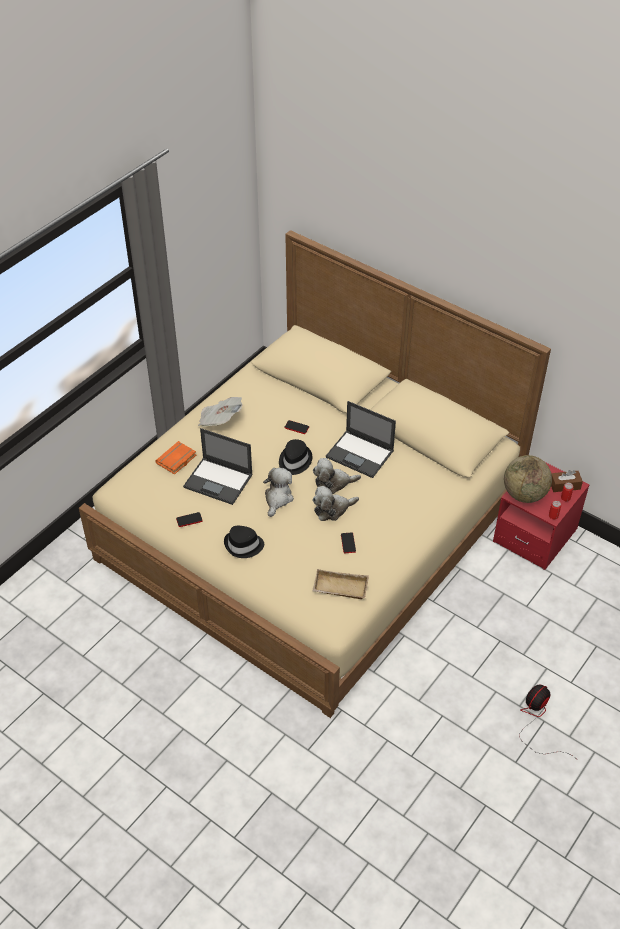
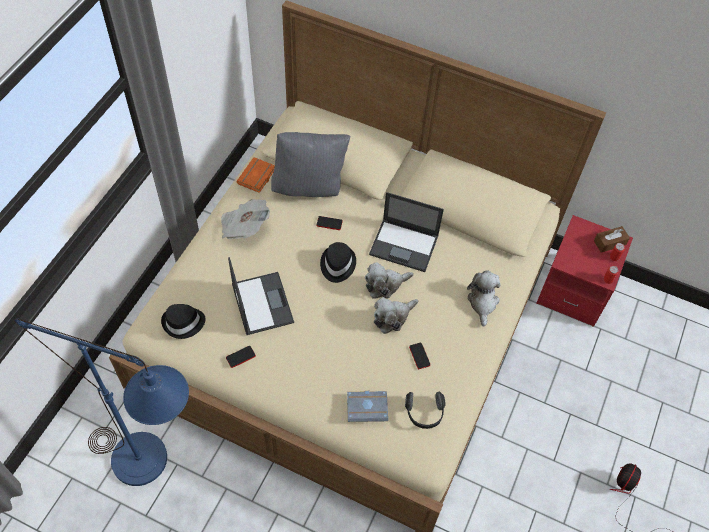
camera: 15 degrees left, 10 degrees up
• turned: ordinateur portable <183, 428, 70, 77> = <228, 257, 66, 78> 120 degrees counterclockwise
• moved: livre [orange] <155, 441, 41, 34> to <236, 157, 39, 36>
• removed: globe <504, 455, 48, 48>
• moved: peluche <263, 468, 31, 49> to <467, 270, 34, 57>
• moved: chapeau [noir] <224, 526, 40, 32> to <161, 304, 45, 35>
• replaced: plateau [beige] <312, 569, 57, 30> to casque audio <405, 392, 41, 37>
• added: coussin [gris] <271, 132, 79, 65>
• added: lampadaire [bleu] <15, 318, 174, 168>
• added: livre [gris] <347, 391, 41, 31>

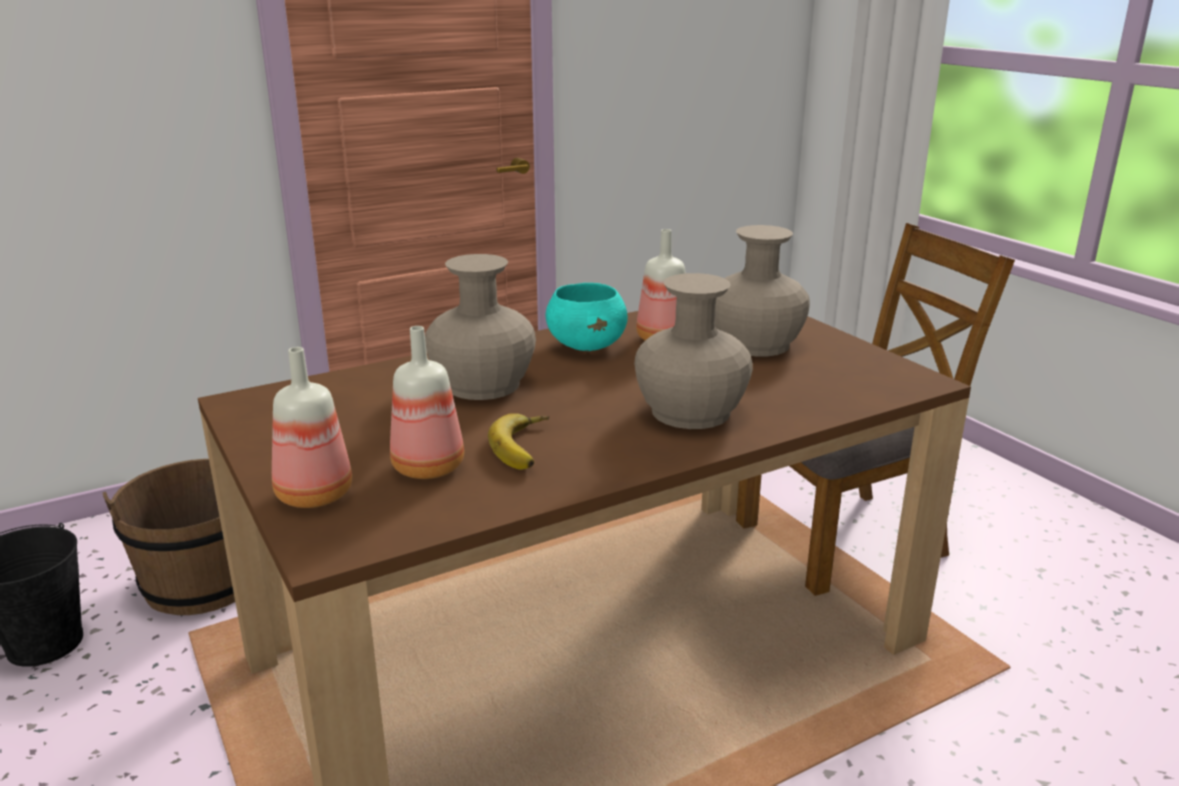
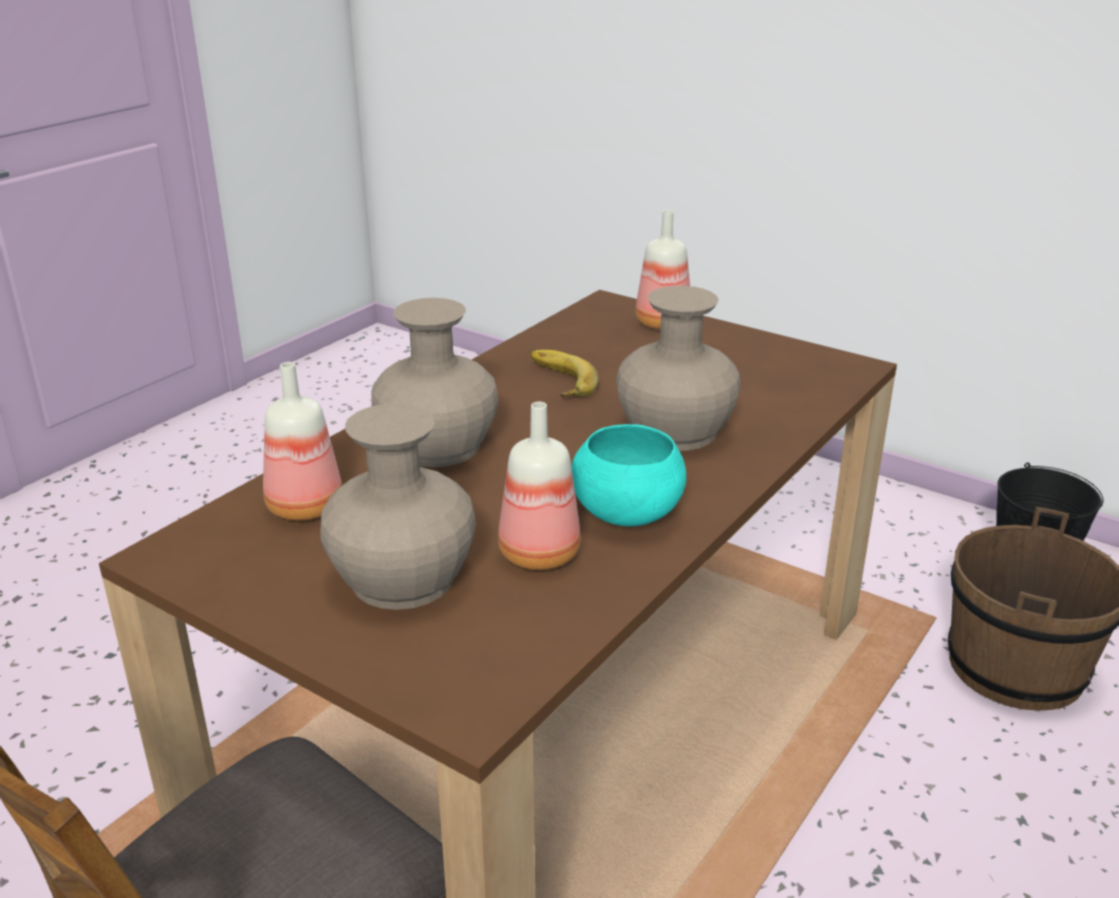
camera: 155 degrees right, 5 degrees up
• moved: bouteille <390, 326, 74, 153> to <263, 362, 79, 159>

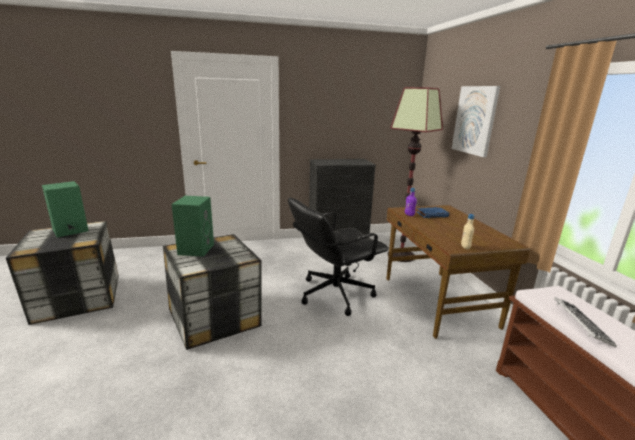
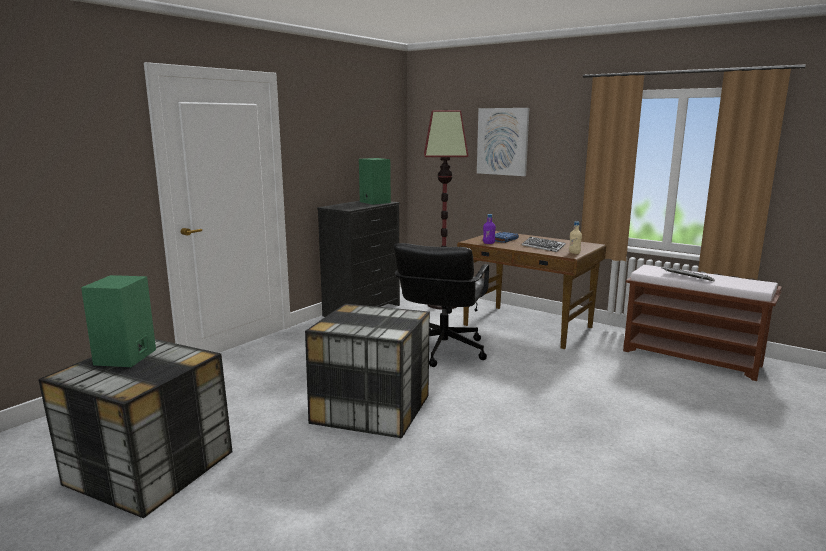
camera: 40 degrees left, 5 degrees down
• moved: enceinte [vert] <171, 196, 43, 61> to <359, 158, 32, 47>
• added: clavier <522, 237, 44, 15>

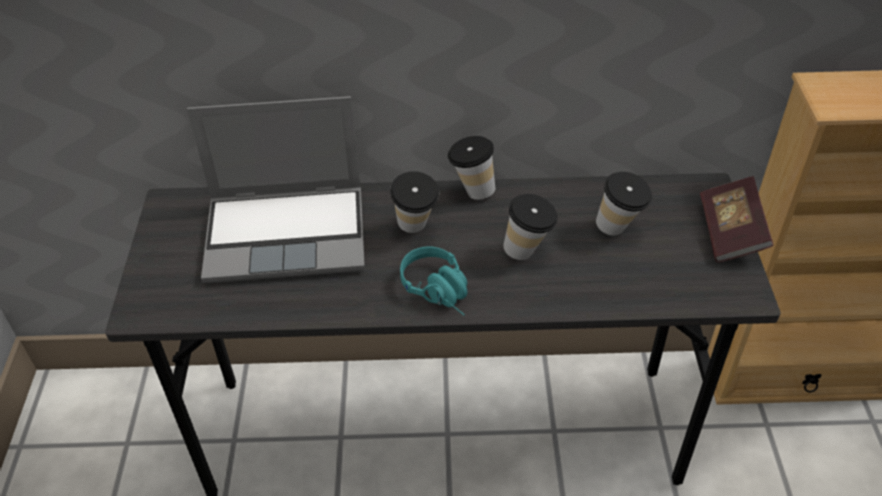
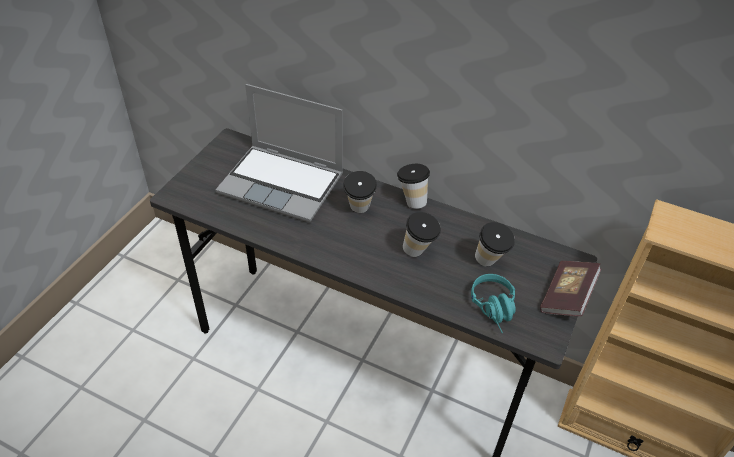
camera: 25 degrees right, 0 degrees up
• moved: casque audio [turquoise] <400, 247, 67, 69> to <471, 274, 45, 59>

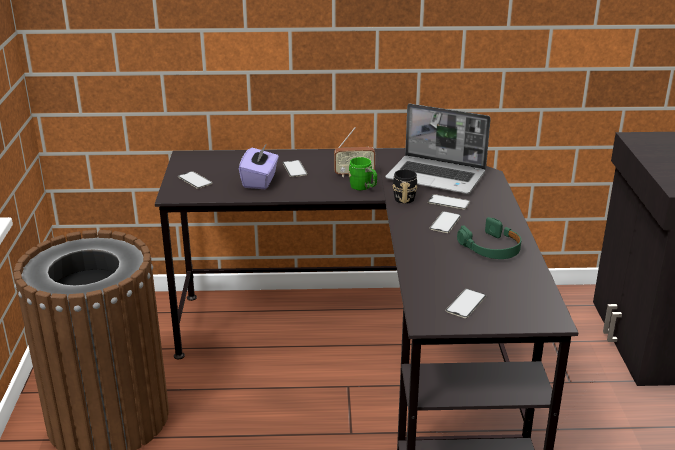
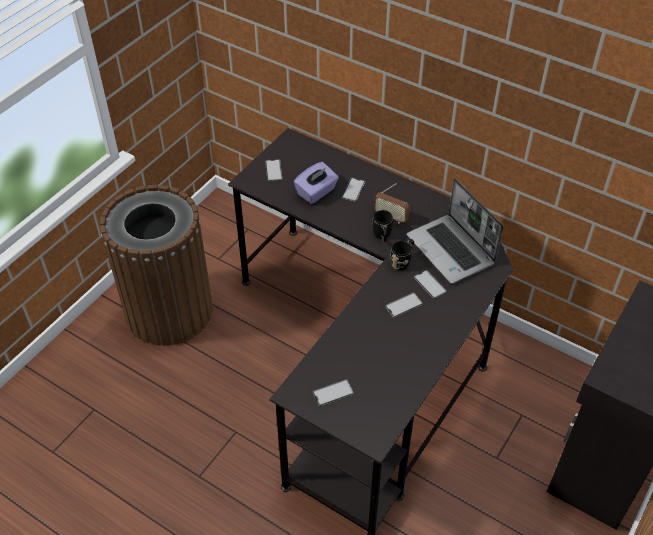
camera: 35 degrees right, 20 degrees up
• recoloured: mug [vert] <348, 157, 29, 33> to mug [noir] <372, 210, 21, 32>
• removed: casque audio [vert] <457, 217, 65, 42>

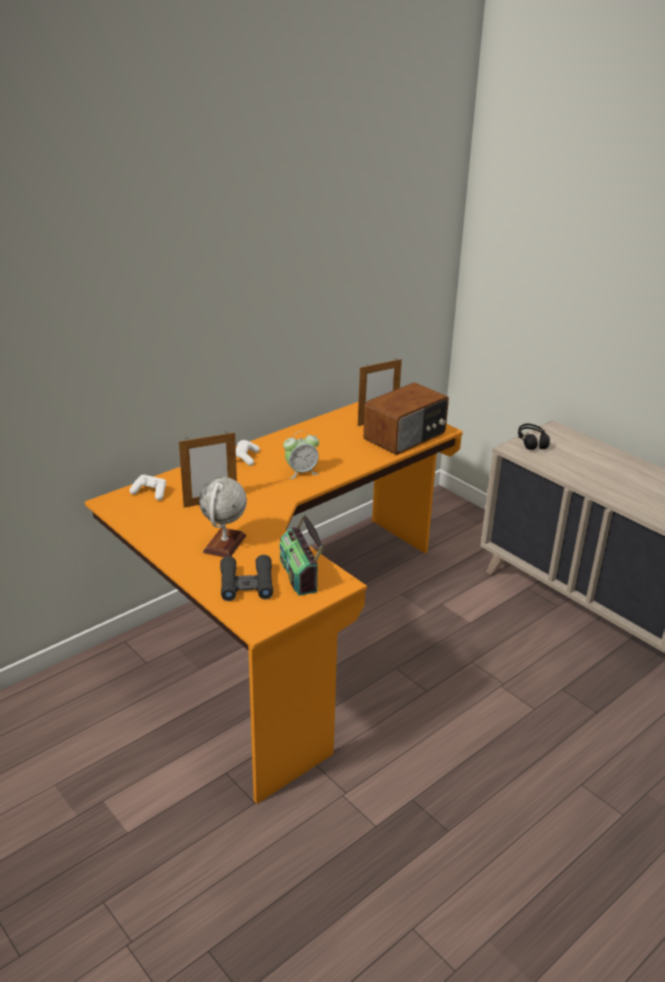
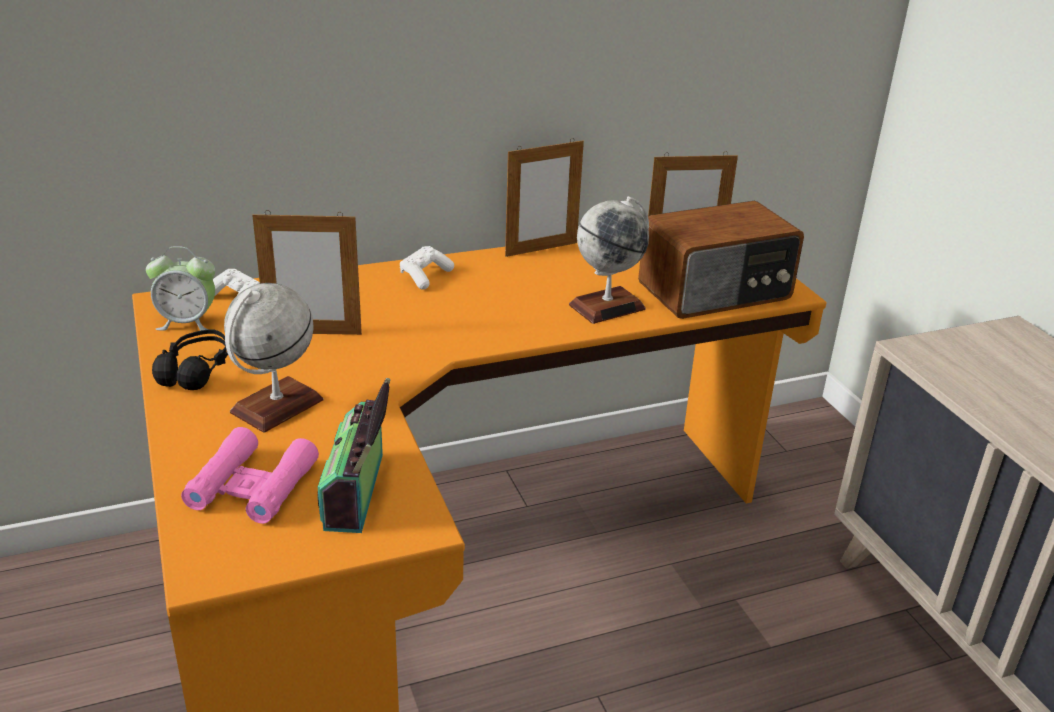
camera: 20 degrees right, 0 degrees up
• moved: casque audio [noir] <518, 423, 32, 27> to <152, 329, 76, 61>
• moved: réveil <283, 431, 36, 48> to <146, 246, 69, 85>
• recoloured: jumelles [noir] <220, 555, 53, 46> to jumelles [rose] <181, 427, 138, 97>
• added: cadre photo <505, 138, 79, 119>
• added: globe <569, 196, 80, 128>

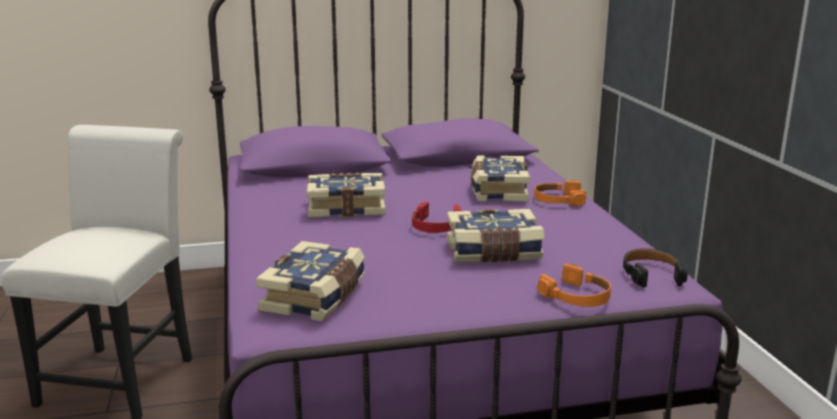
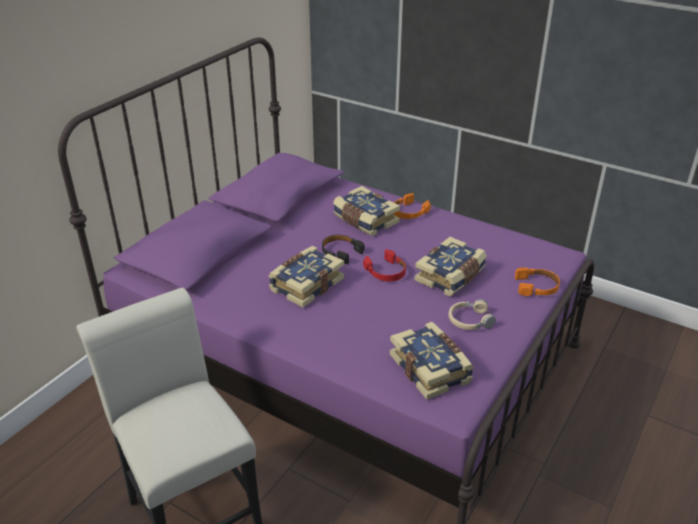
camera: 45 degrees left, 15 degrees up
• moved: casque audio [noir] <623, 248, 65, 40> to <322, 235, 43, 29>
• added: casque audio [beige] <449, 299, 47, 31>

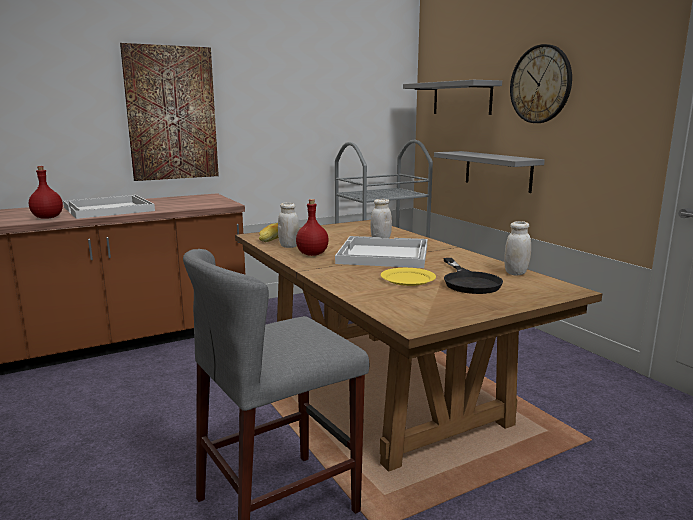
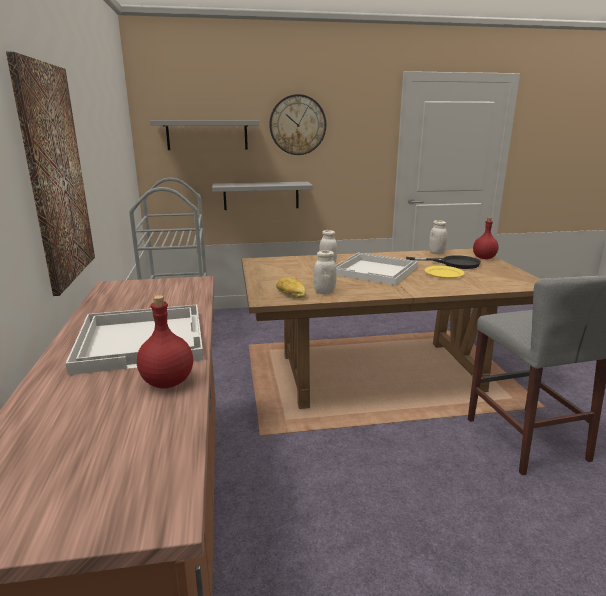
camera: 70 degrees left, 5 degrees up
• moved: bouteille [rouge] <296, 199, 33, 57> to <473, 218, 26, 41>

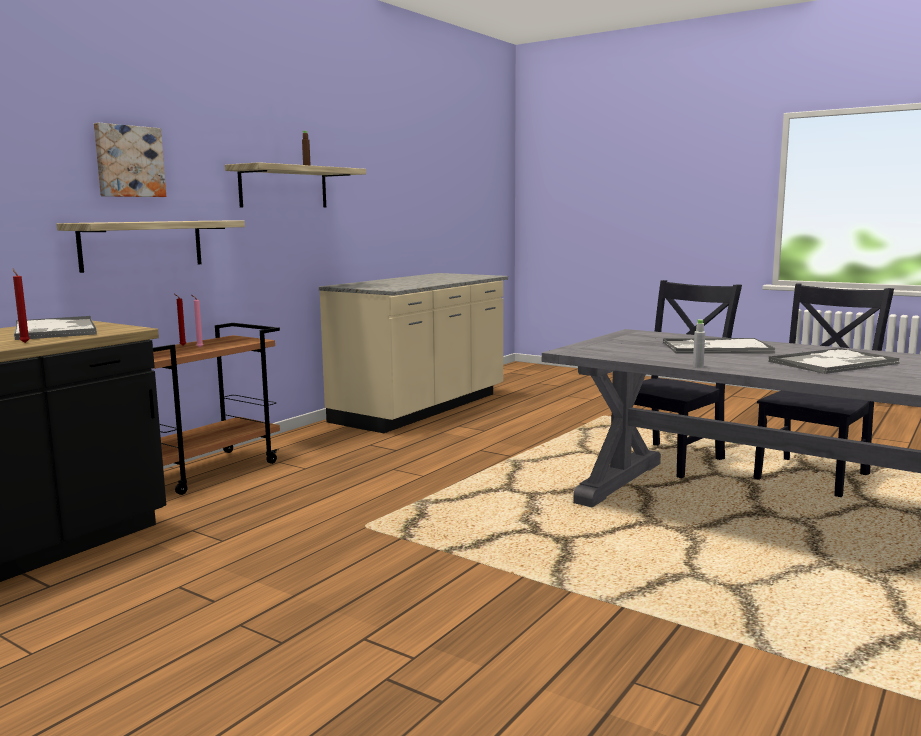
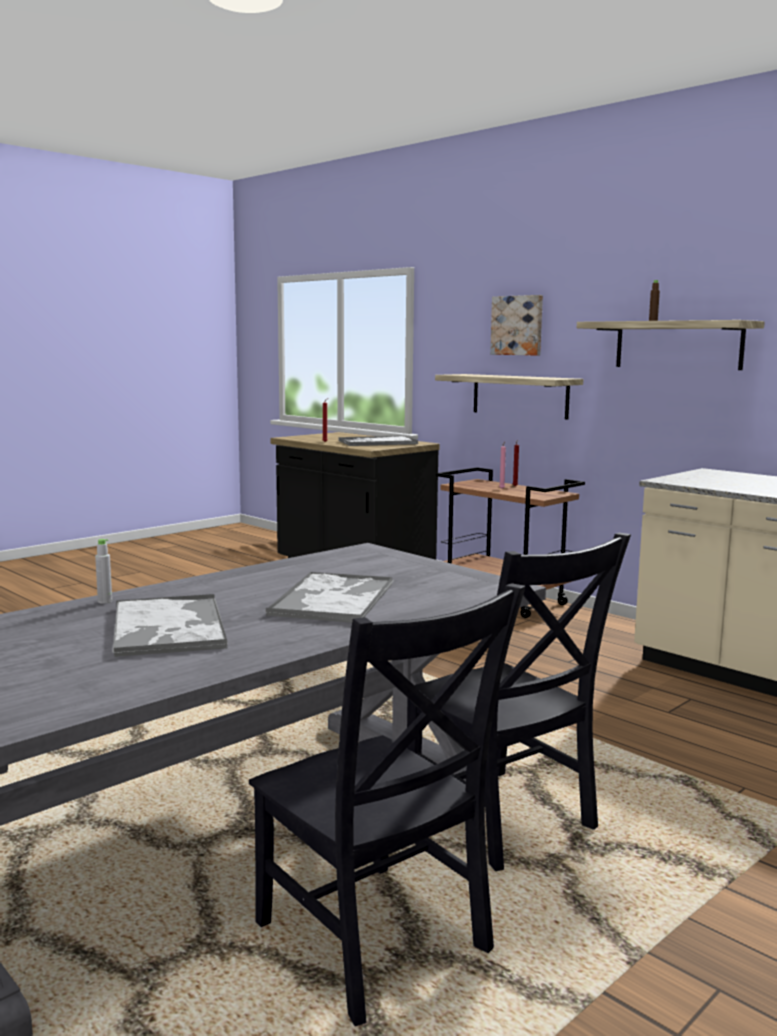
camera: 100 degrees right, 0 degrees up
• moved: bouteille [gris] <693, 319, 12, 49> to <95, 539, 17, 65>

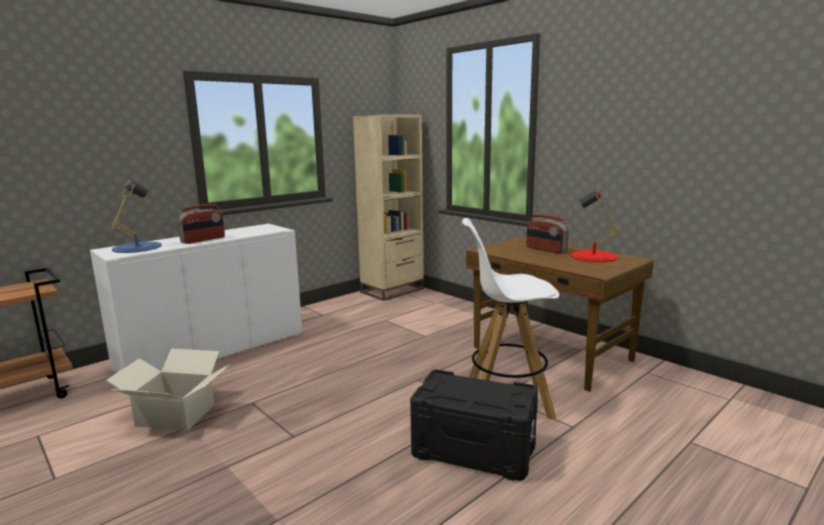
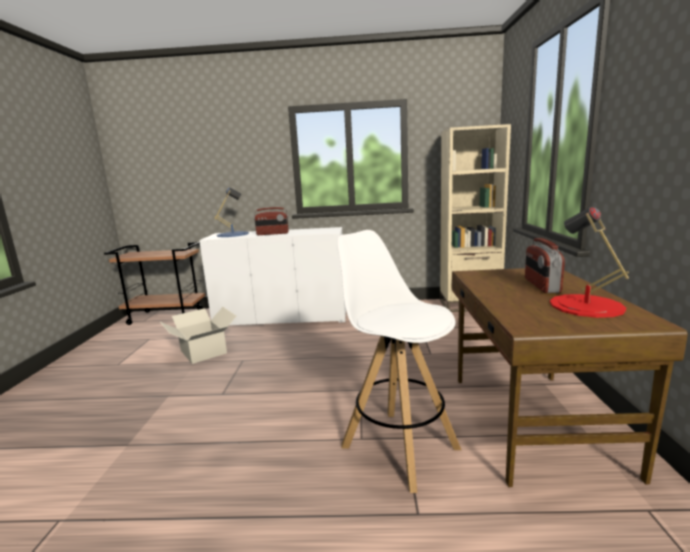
camera: 45 degrees right, 0 degrees up
• removed: boîte de rangement [noir] <410, 369, 128, 112>

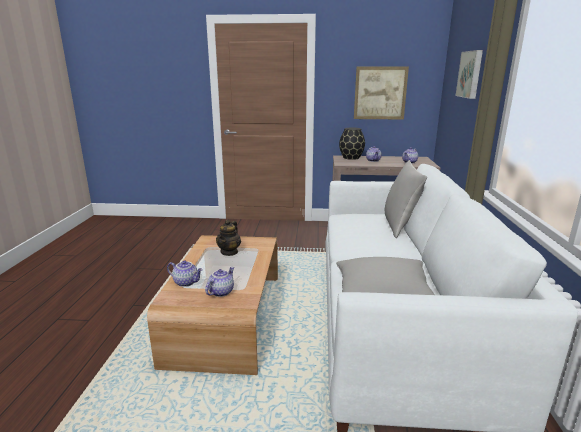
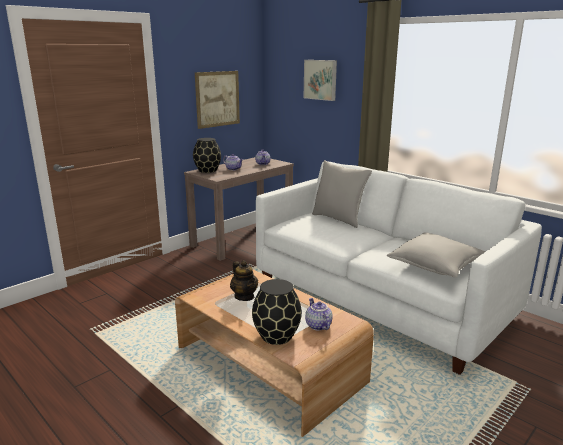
camera: 50 degrees left, 0 degrees up
• replaced: théière <167, 260, 36, 27> to vase [noir] <252, 279, 50, 66>

